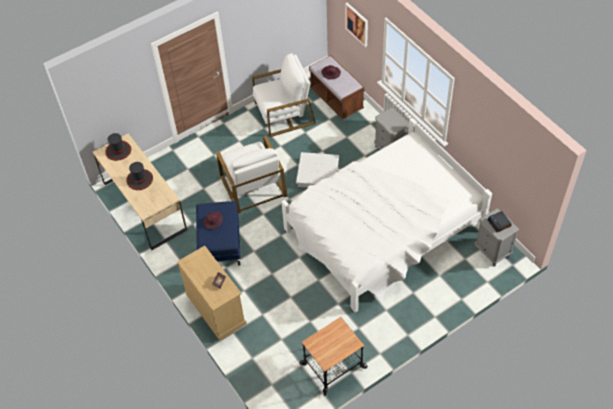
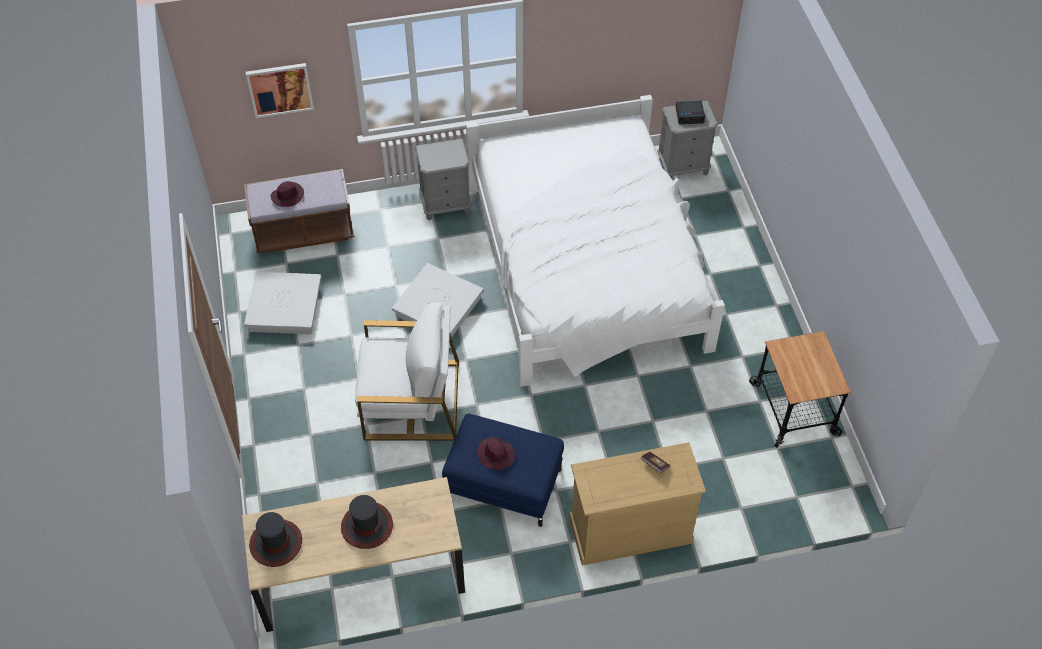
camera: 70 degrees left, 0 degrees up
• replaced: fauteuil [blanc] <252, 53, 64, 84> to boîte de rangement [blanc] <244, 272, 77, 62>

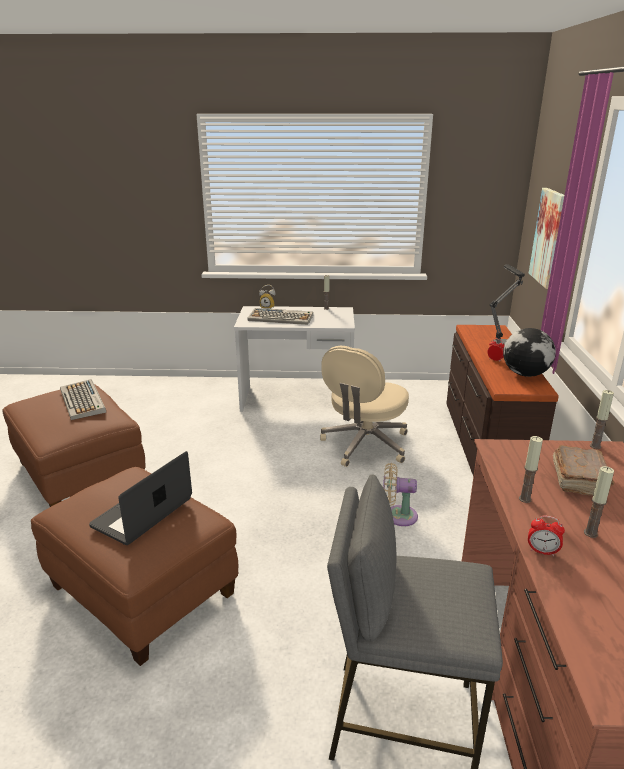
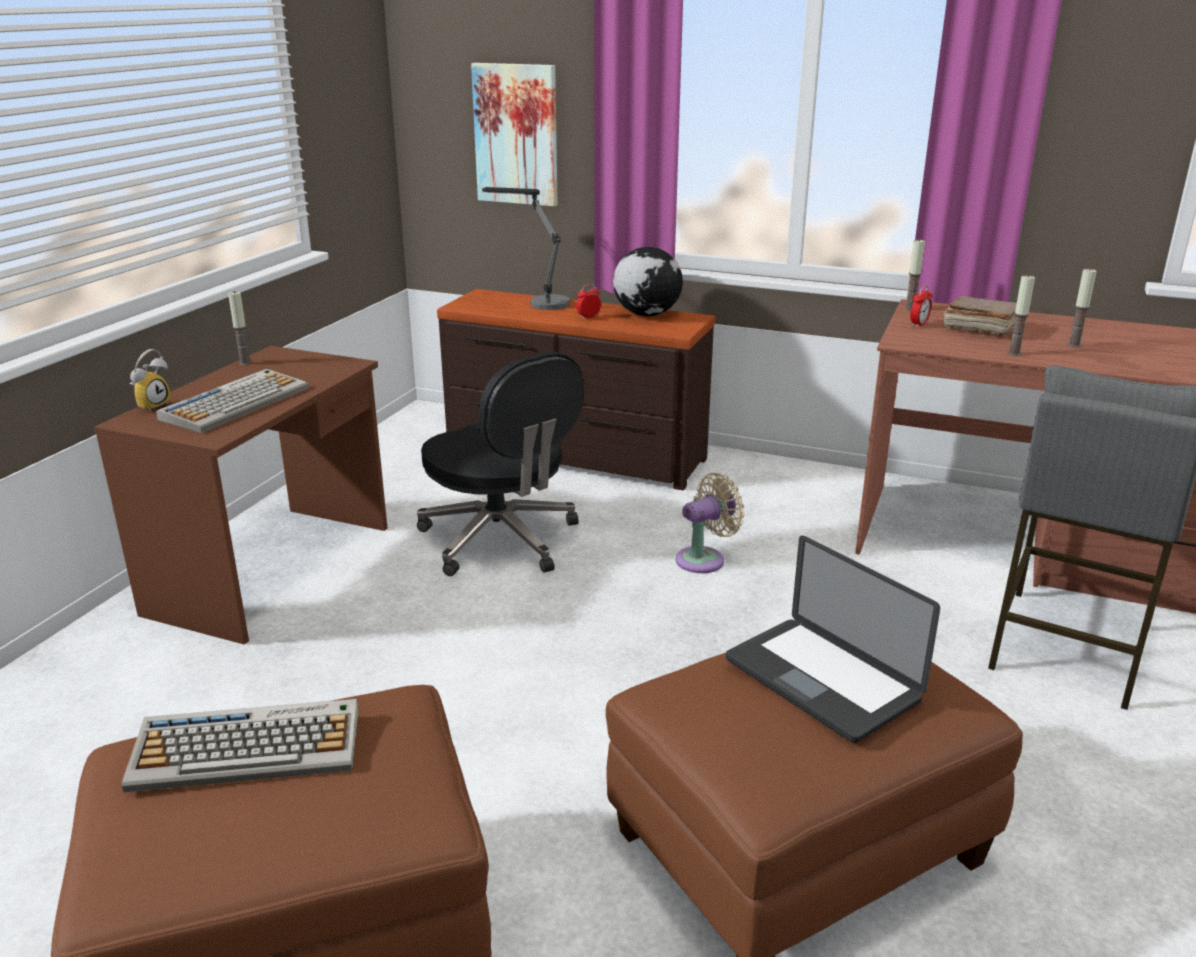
camera: 70 degrees left, 0 degrees up
• recoloured: bureau [blanc] <234, 306, 121, 106> to bureau [marron] <94, 346, 293, 299>
• recoloured: chaise de bureau [beige] <320, 346, 89, 121> to chaise de bureau [noir] <417, 351, 167, 225>
• turned: ventilateur [beige] <383, 463, 35, 63> = <676, 473, 69, 100> 150 degrees counterclockwise
• moved: réveil <528, 515, 37, 41> to <910, 286, 23, 42>

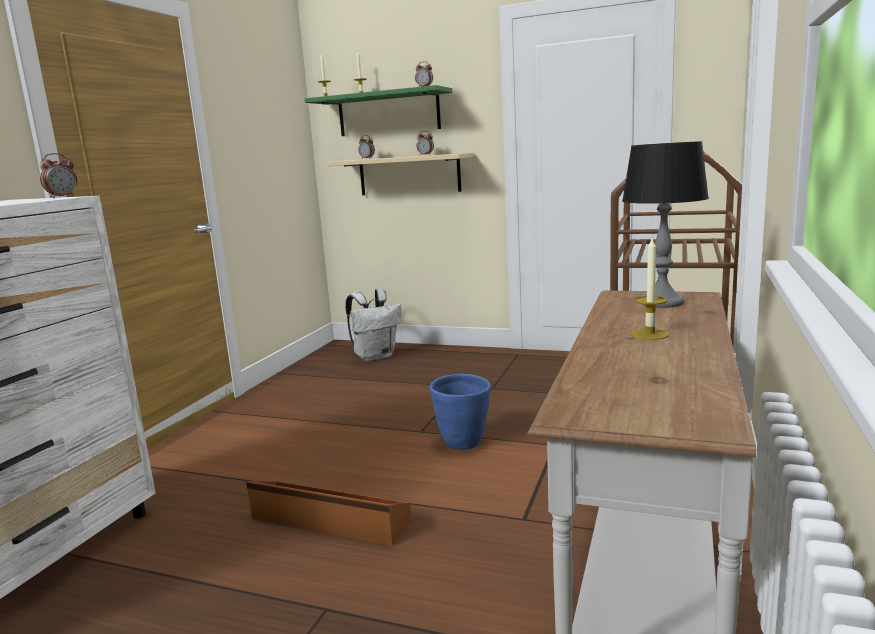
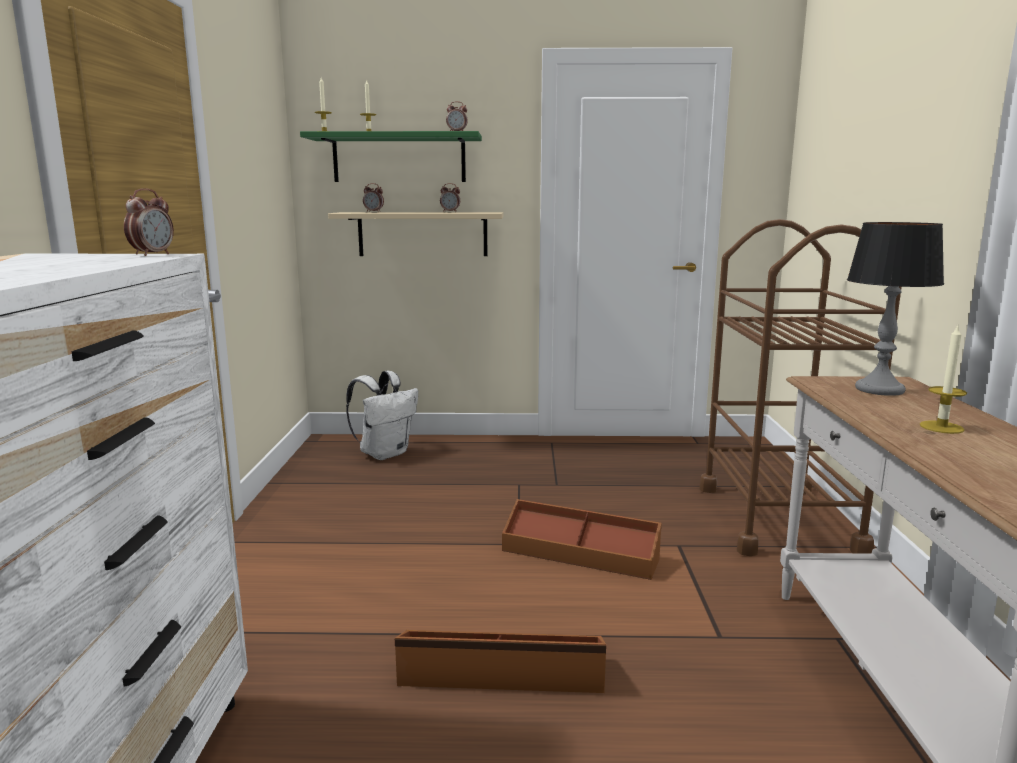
camera: 20 degrees left, 0 degrees up
• replaced: cache-pot [bleu] <429, 374, 62, 76> to boîte de rangement [marron] <502, 499, 160, 81>

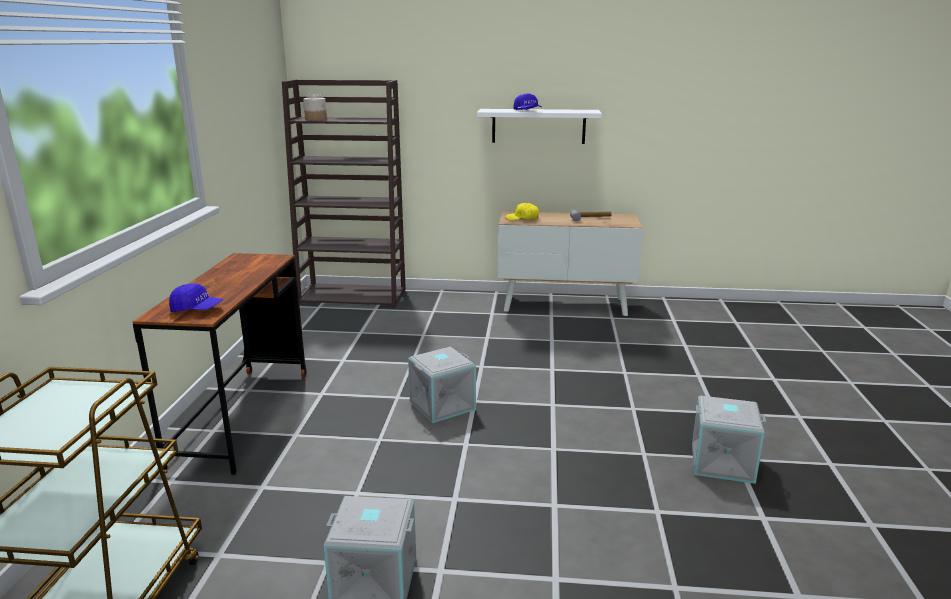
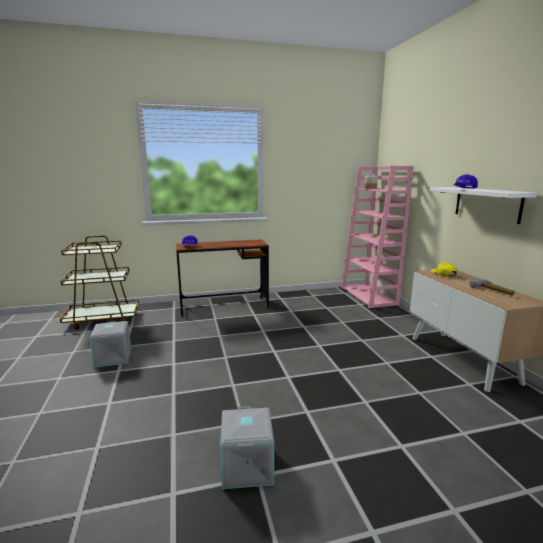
camera: 70 degrees right, 5 degrees down
• recoloured: bibliothèque [marron] <282, 80, 124, 228> to bibliothèque [rose] <341, 166, 73, 142>
• removed: boîte de rangement [gris] <408, 347, 68, 76>

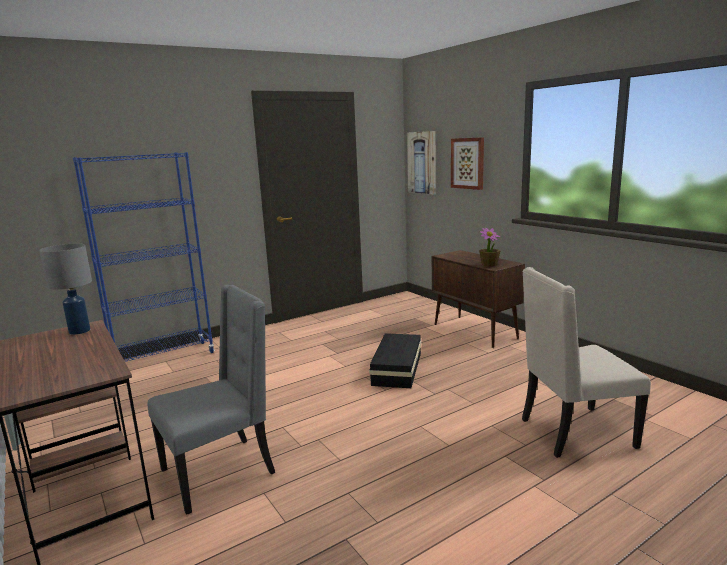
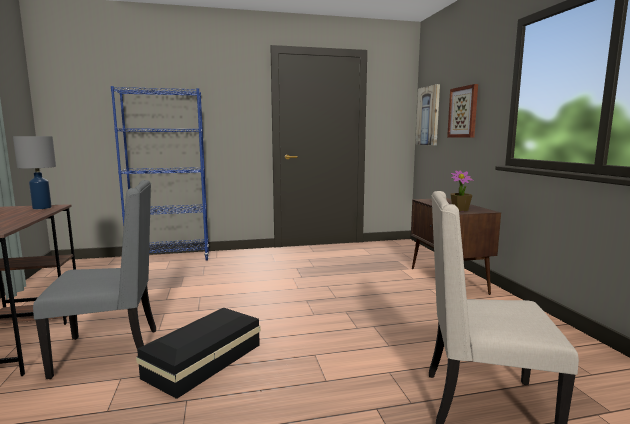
camera: 20 degrees right, 5 degrees down
• moved: boîte de rangement [noir] <369, 333, 52, 55> to <136, 308, 125, 91>

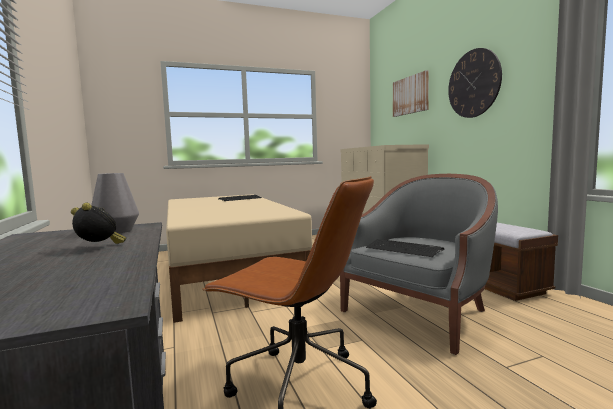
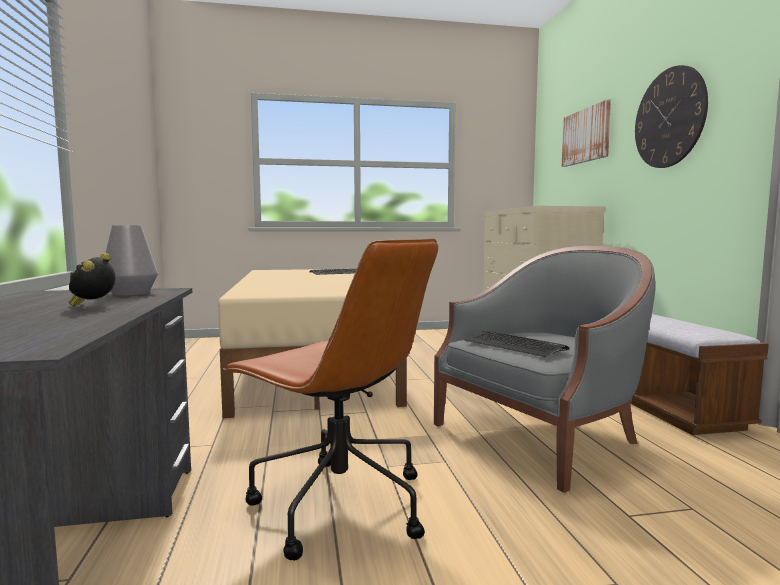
camera: 10 degrees right, 0 degrees up
• turned: réveil <71, 203, 55, 41> = <68, 253, 48, 53> 120 degrees counterclockwise

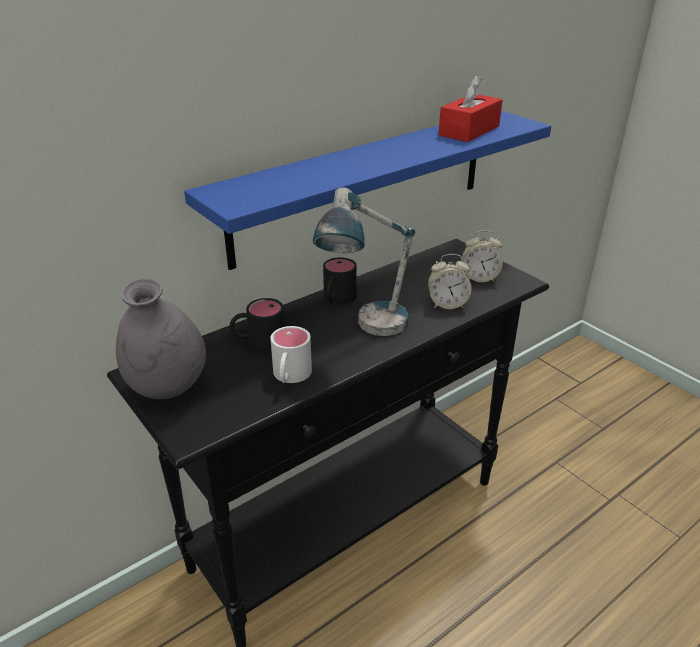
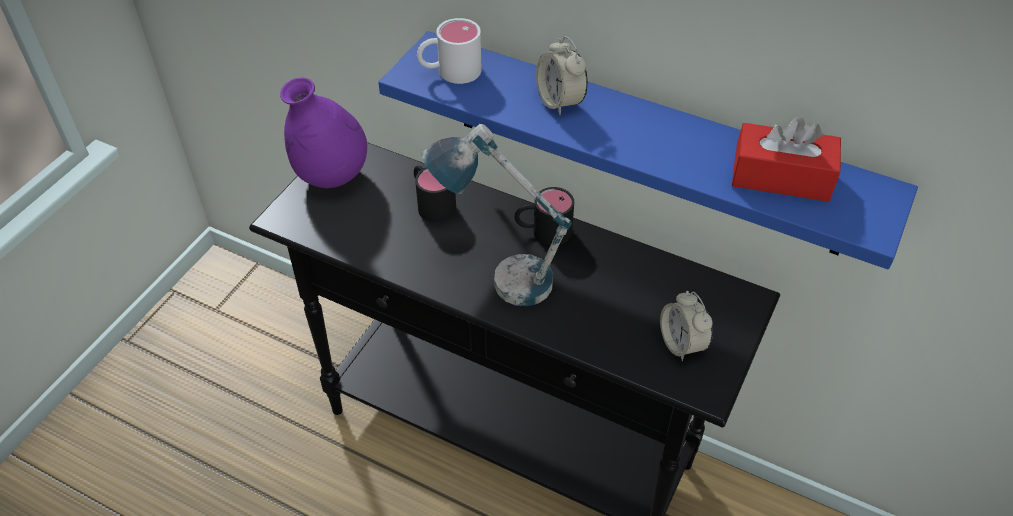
camera: 65 degrees right, 15 degrees up
• moved: réveil <428, 254, 44, 55> to <536, 36, 52, 80>
• recoloured: vase [gris] <116, 277, 90, 122> to vase [violet] <280, 78, 87, 110>
• moved: mug [blanc] <270, 326, 42, 57> to <417, 18, 65, 66>

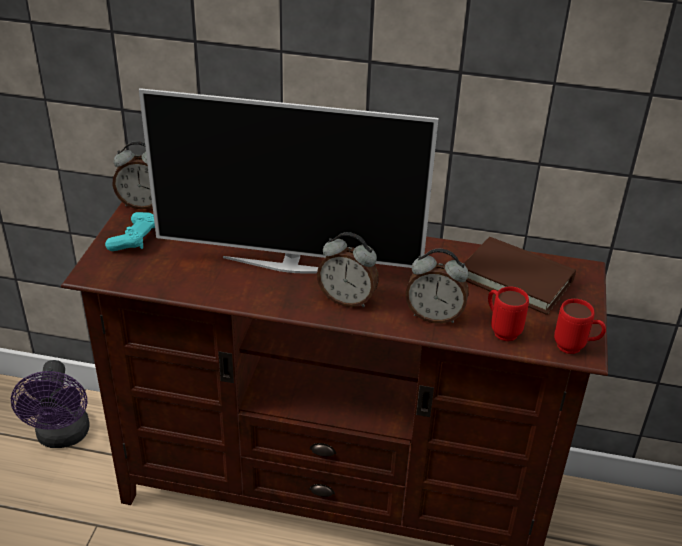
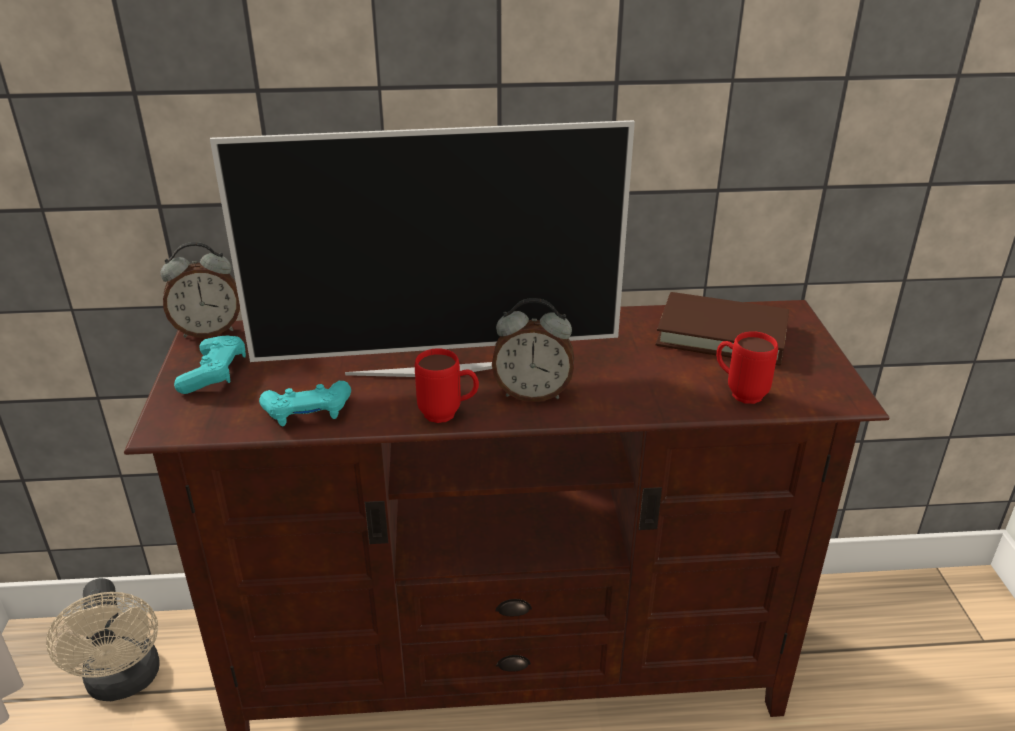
camera: 15 degrees left, 5 degrees down
• removed: réveil <405, 249, 64, 75>
• moved: mug [rouge] <554, 299, 52, 55> to <415, 348, 64, 75>
• recoloured: ventilateur [violet] <11, 360, 79, 88> to ventilateur [beige] <46, 578, 114, 123>
• added: manette [turquoise] <259, 381, 92, 45>

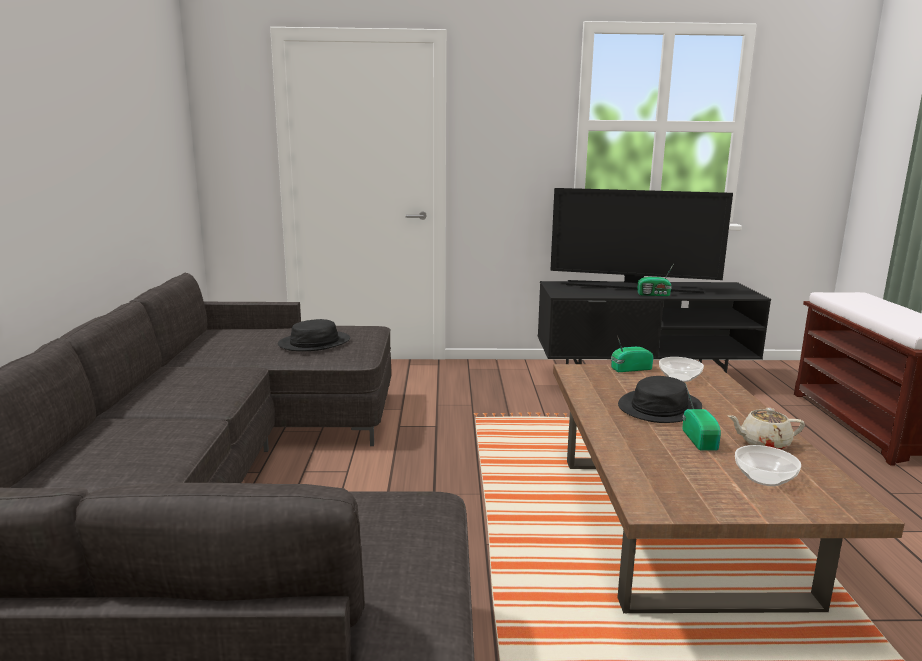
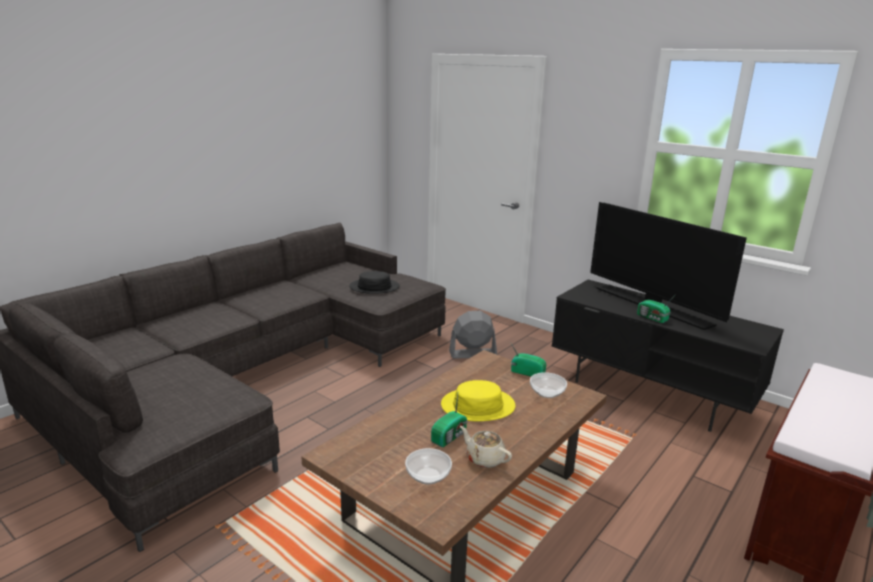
camera: 40 degrees right, 5 degrees up
• recoloured: chapeau [noir] <618, 376, 84, 47> to chapeau [jaune] <441, 380, 74, 42>
• added: ventilateur [gris] <449, 311, 48, 47>

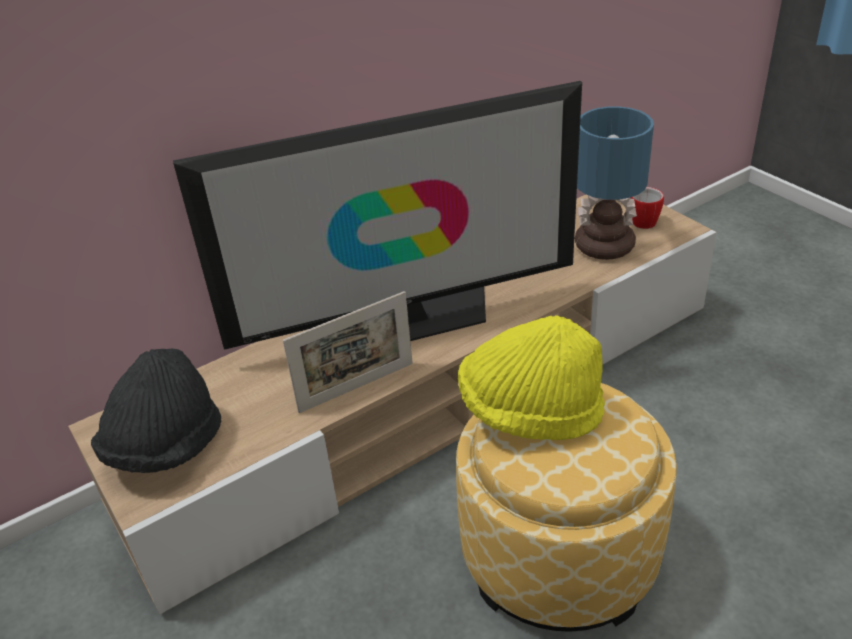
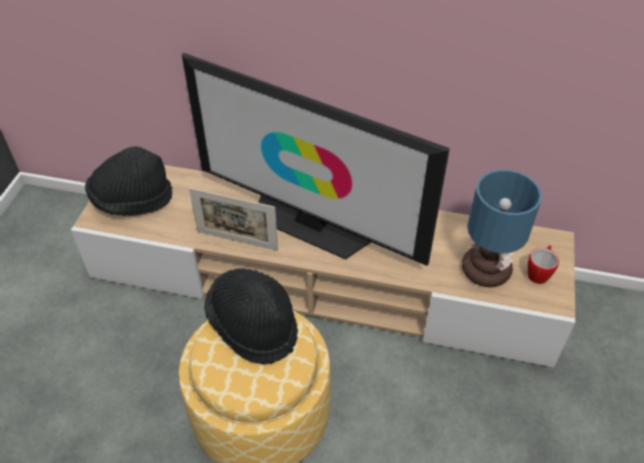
camera: 45 degrees right, 10 degrees up
• recoloured: chapeau [jaune] <458, 315, 147, 125> to chapeau [noir] <204, 268, 94, 97>

